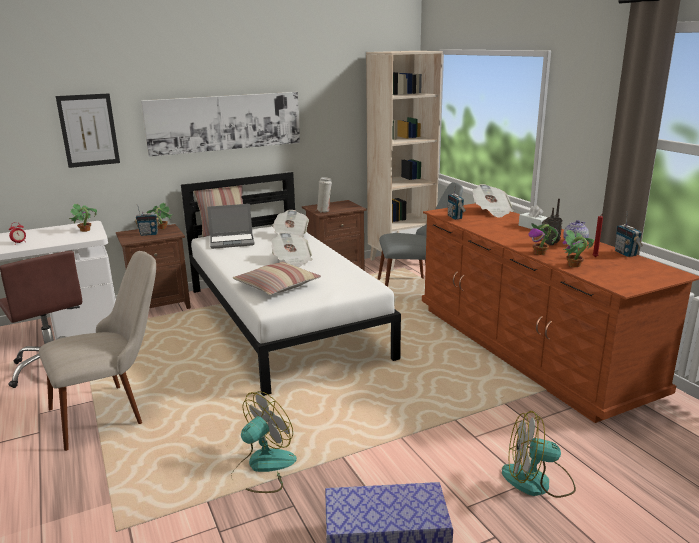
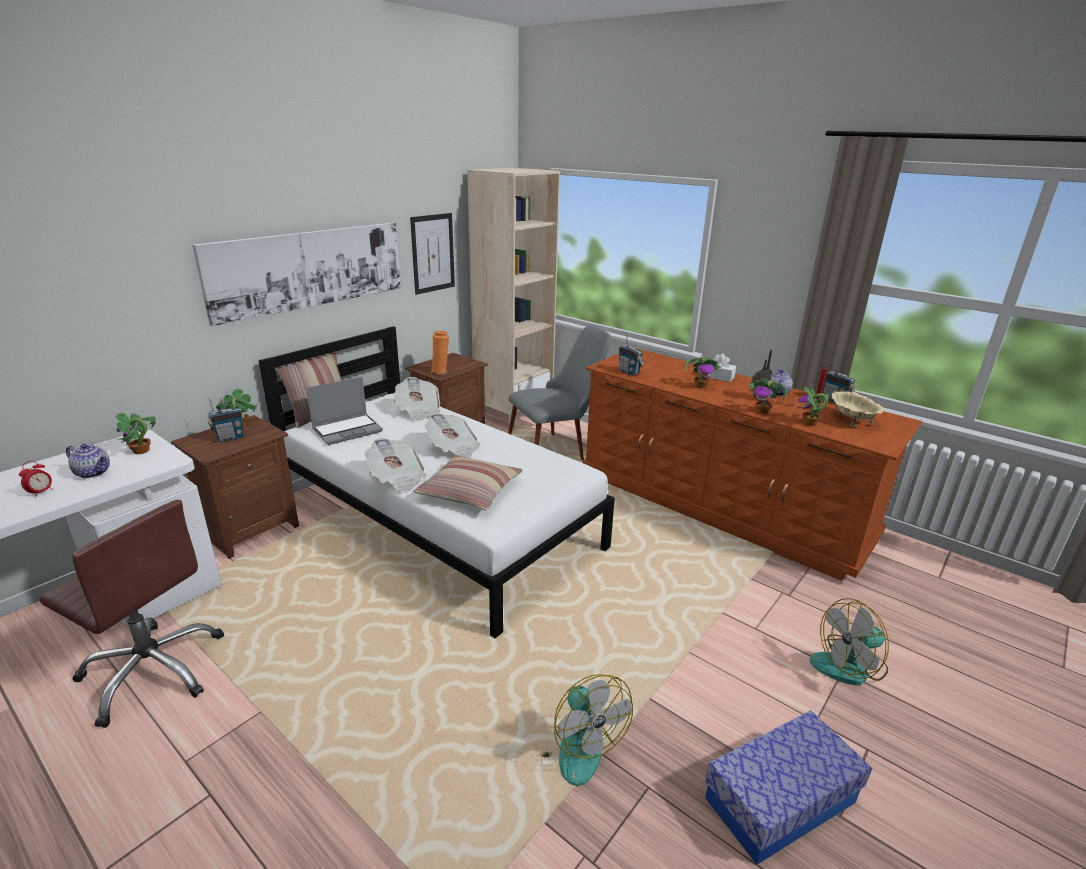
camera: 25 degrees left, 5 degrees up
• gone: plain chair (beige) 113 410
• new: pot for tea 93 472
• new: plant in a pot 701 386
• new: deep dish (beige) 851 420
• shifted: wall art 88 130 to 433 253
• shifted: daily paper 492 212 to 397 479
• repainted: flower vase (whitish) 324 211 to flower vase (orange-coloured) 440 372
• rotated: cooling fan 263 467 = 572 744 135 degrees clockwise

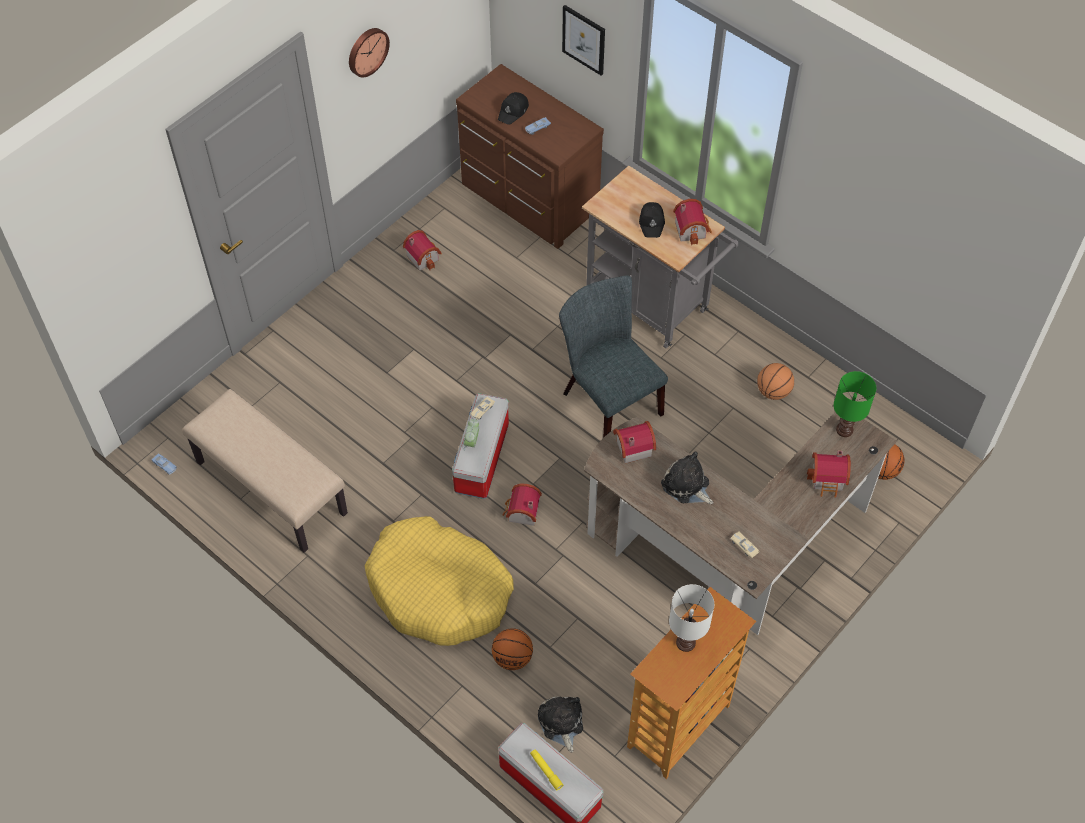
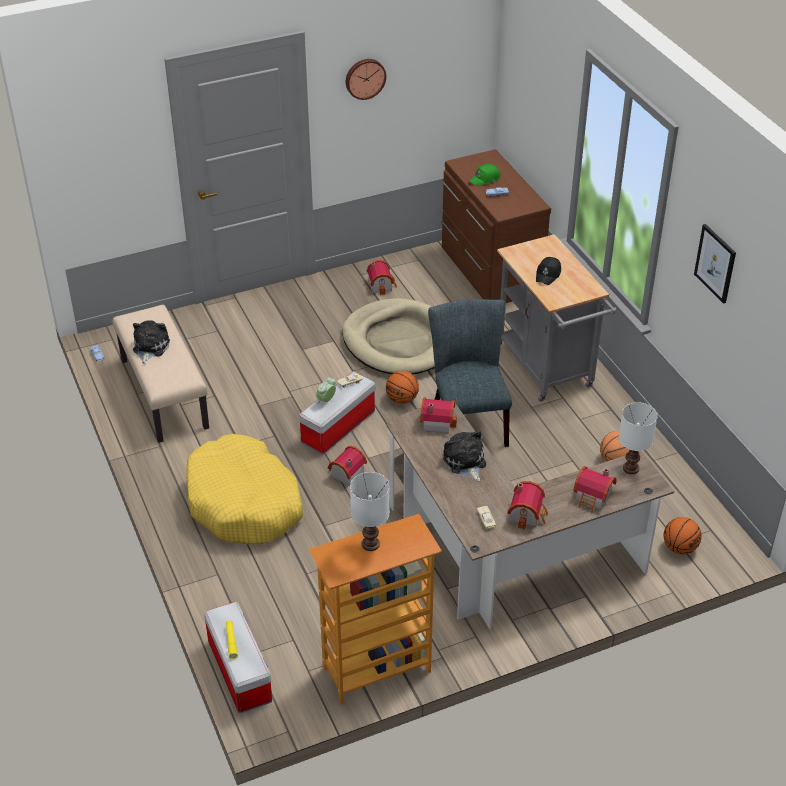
camera: 25 degrees right, 15 degrees down
• new: pet bed (beige) 399 342
• shifted: basketball 512 657 to 402 399
• shifted: soft toy 561 723 to 150 347
• shifted: wall art 584 39 to 715 263
• shifted: model house 692 229 to 527 514
• repainted: peaked cap (black-coloured) 513 111 to peaked cap (greenish) 485 179
• repainted: table lamp (greenish) 844 429 to table lamp (whitish) 630 468

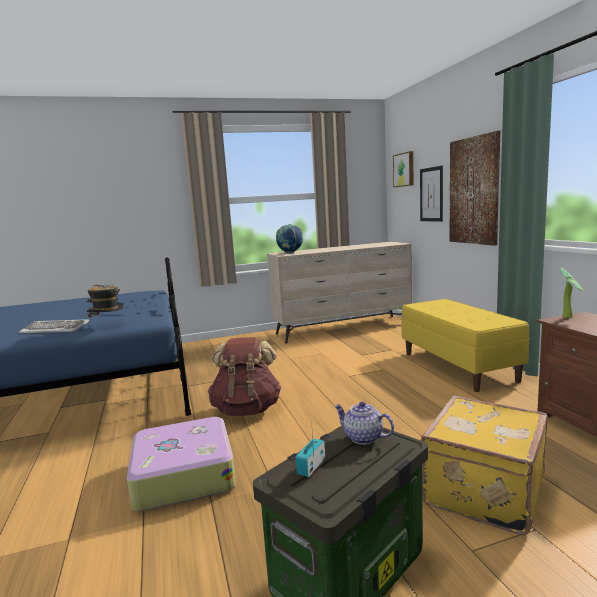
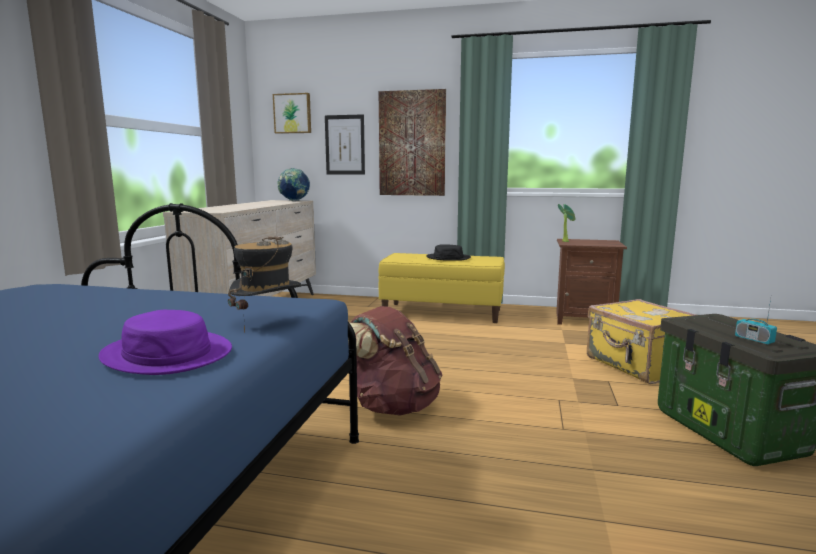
camera: 60 degrees left, 0 degrees up
• gone: piece of luggage 183 474
• gone: pot for tea 362 438
• new: clothing hat (black-coloured) 448 258
• shifted: world globe 290 253 to 294 201
• swapped: computer keyboard 56 329 to clothing hat (purple) 168 354

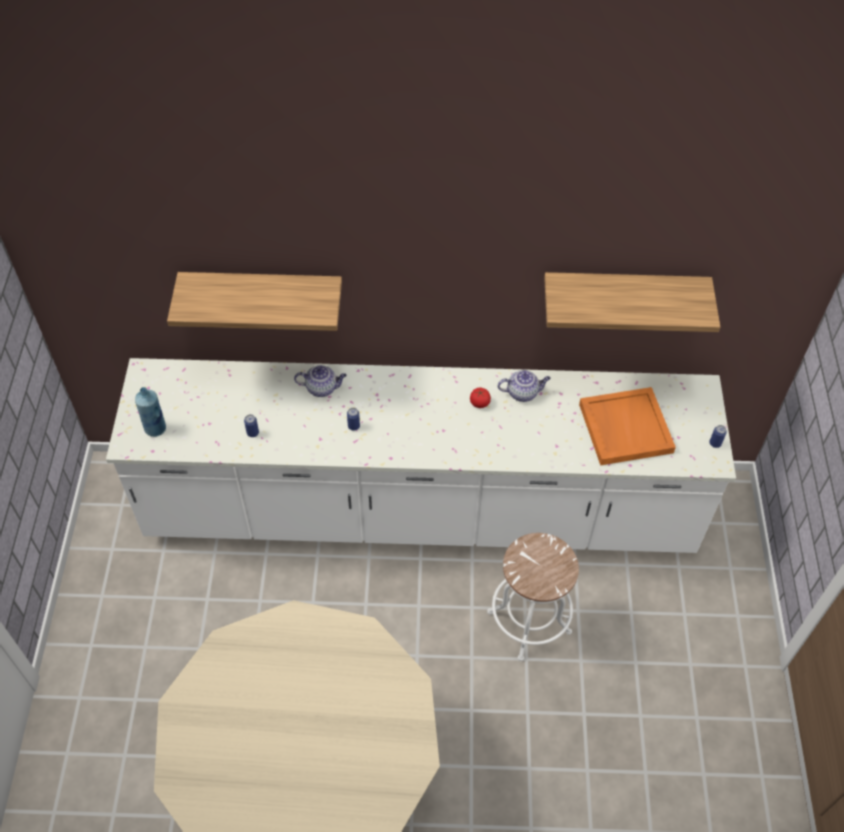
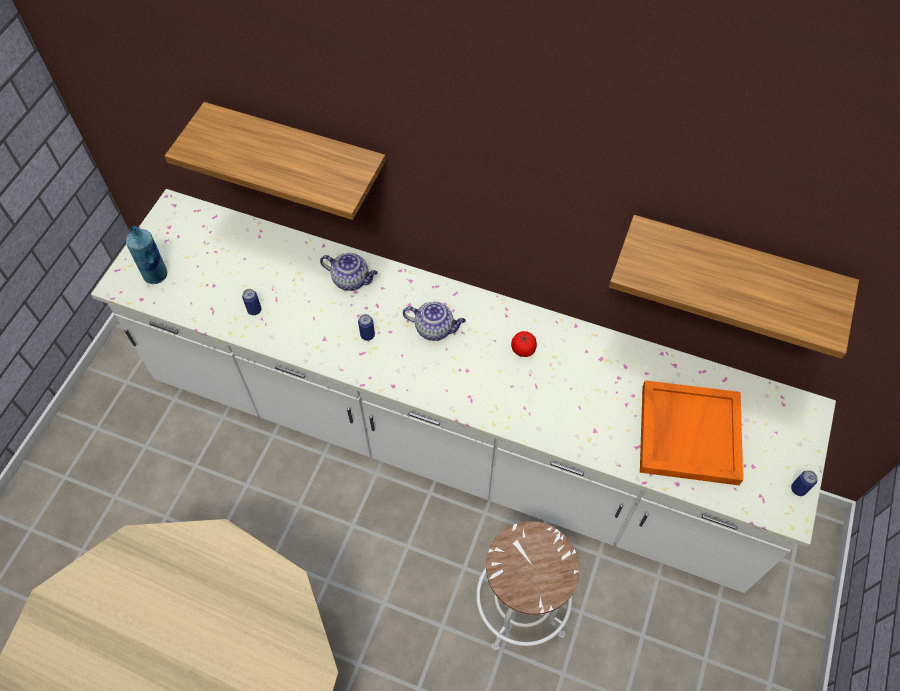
camera: 20 degrees right, 5 degrees up
• shifted: pot for tea 523 393 to 435 328

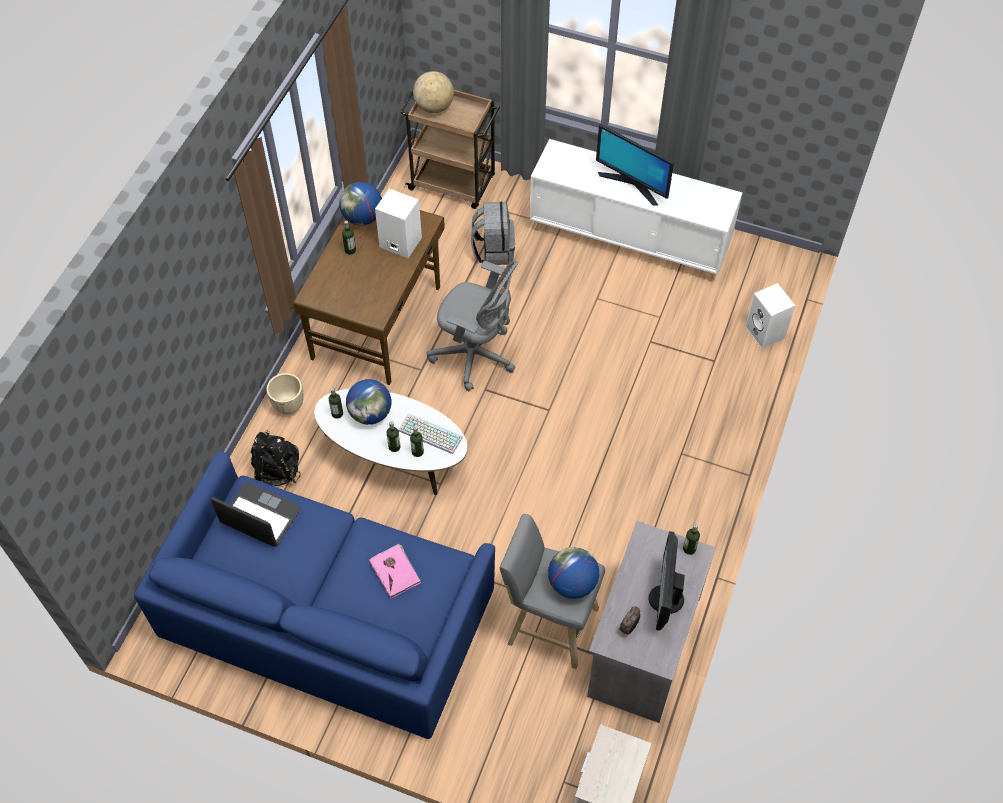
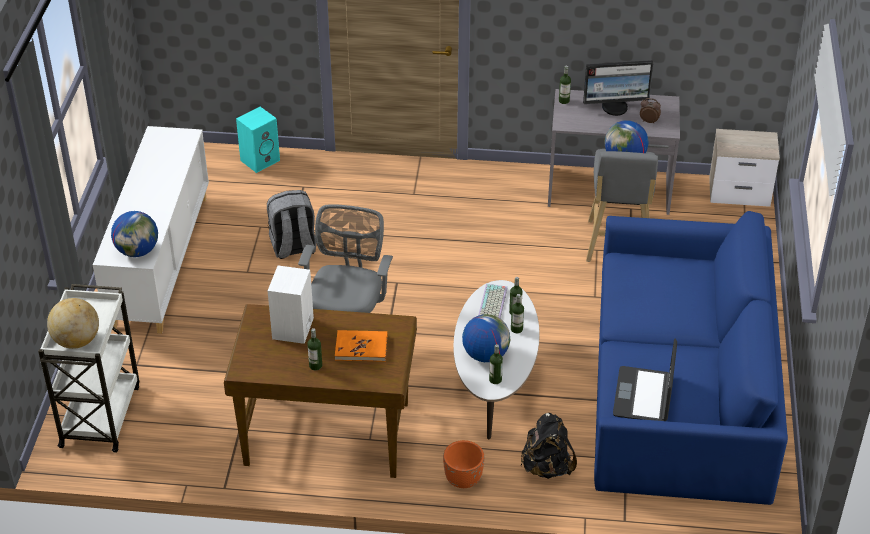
camera: 105 degrees left, 15 degrees down
• gone: book (pink-coloured) 395 571
• gone: monitor 632 184
• new: book (orange-coloured) 361 347
• shifted: world globe 362 218 to 137 251
• shifted: knapsack (gray) 493 250 to 293 247
• repainted: flower pot (beige) 288 405 to flower pot (orange-coloured) 463 480
• repainted: cart (brown-coloured) 453 183 to cart (whitish) 101 414
• repainted: speaker (whitish) 766 332 to speaker (blue-green) 260 159

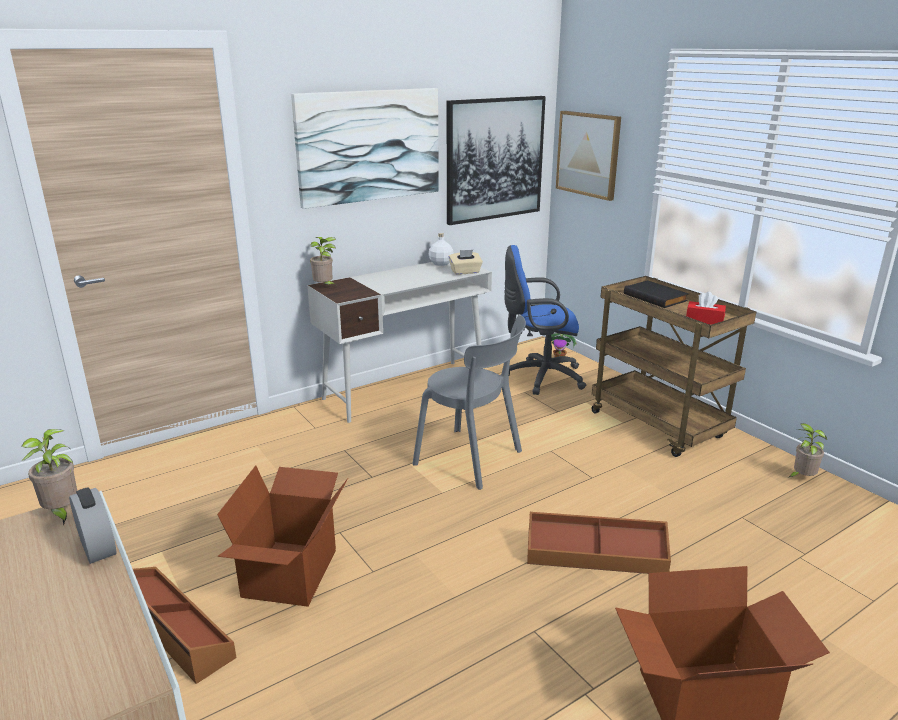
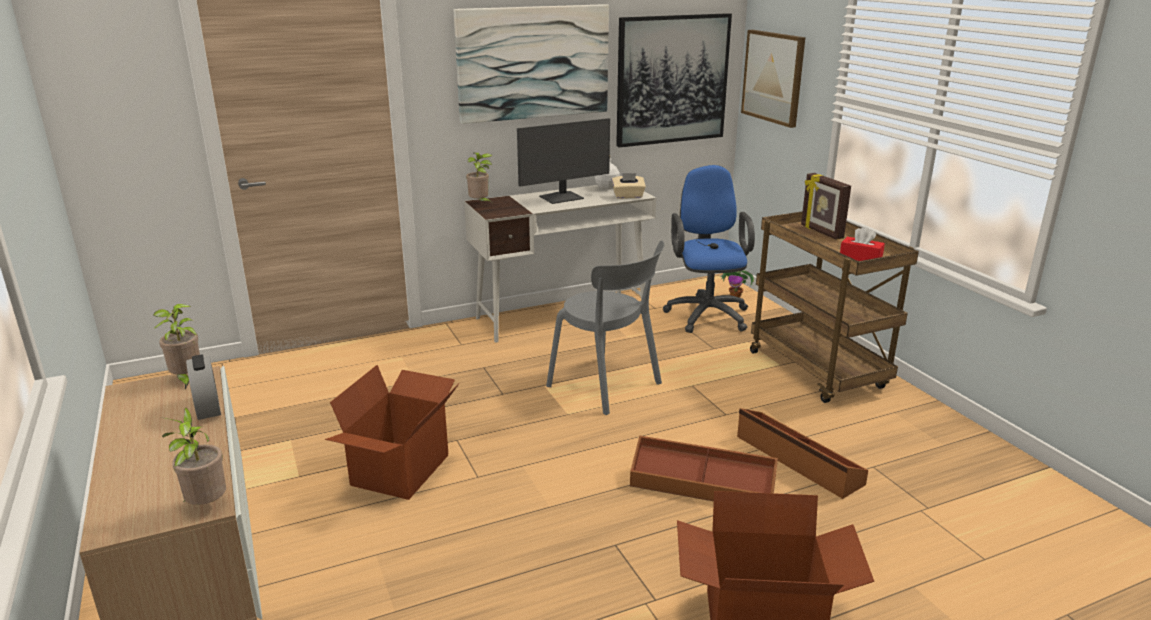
camera: 10 degrees right, 0 degrees up
• new: monitor 562 198
• shifted: storage bin (brown-coloured) 173 629 to 797 460
• shifted: plant in a pot 801 478 to 205 506
• swapped: book (black-coloured) 656 297 to standing frame 821 232
• rotated: desk chair (bluish) 540 377 = 706 314 75 degrees clockwise

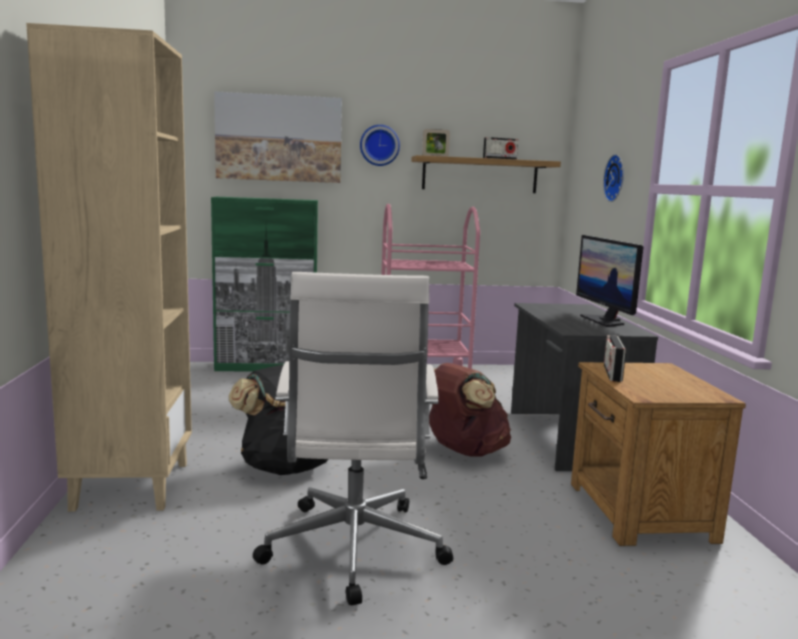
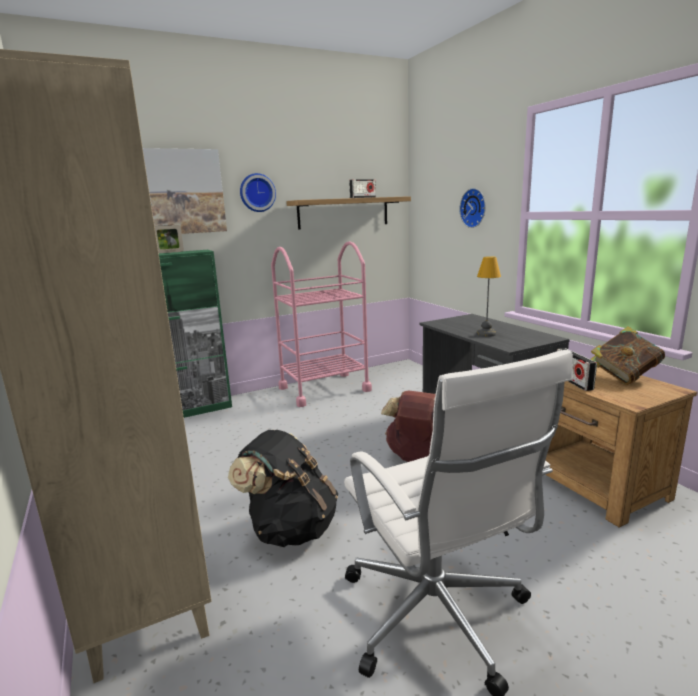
camera: 20 degrees left, 5 degrees up
• gone: monitor 605 321
• new: table lamp 486 334
• new: book 624 376
• shifted: standing frame 435 156 to 170 252

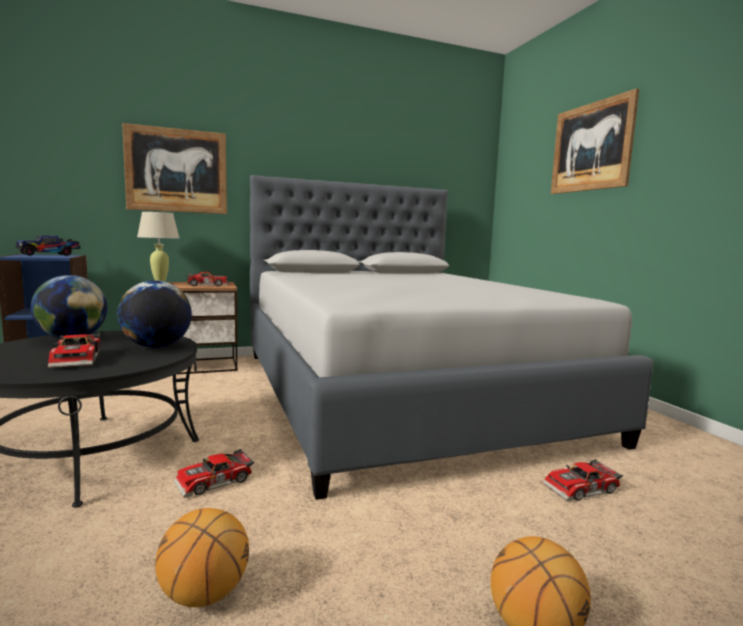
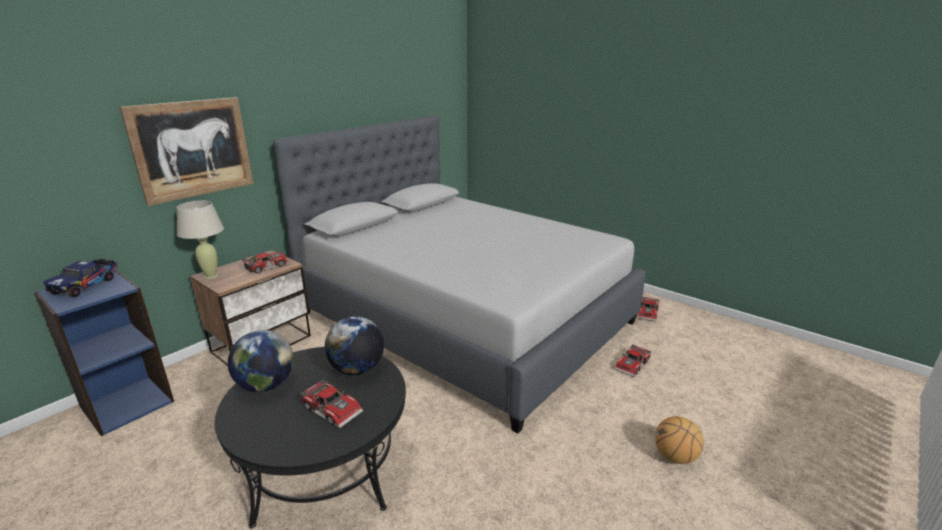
camera: 30 degrees left, 15 degrees up
• gone: basketball 204 595
• gone: wall art 591 147
• shifted: model car 215 482 to 649 313

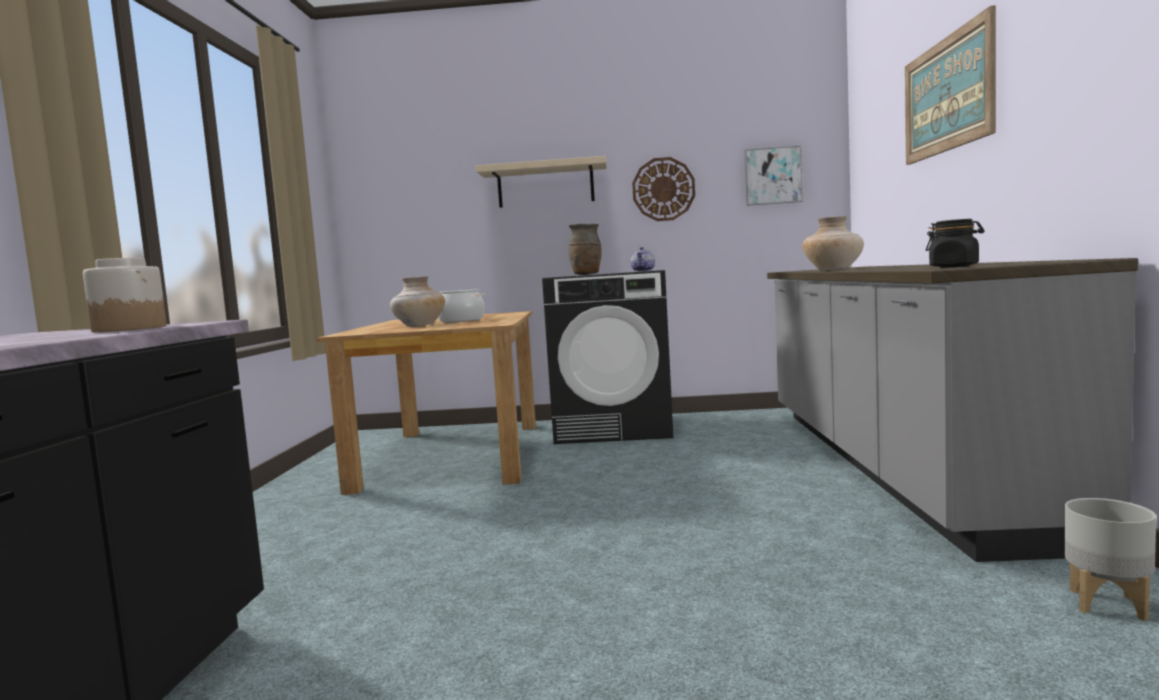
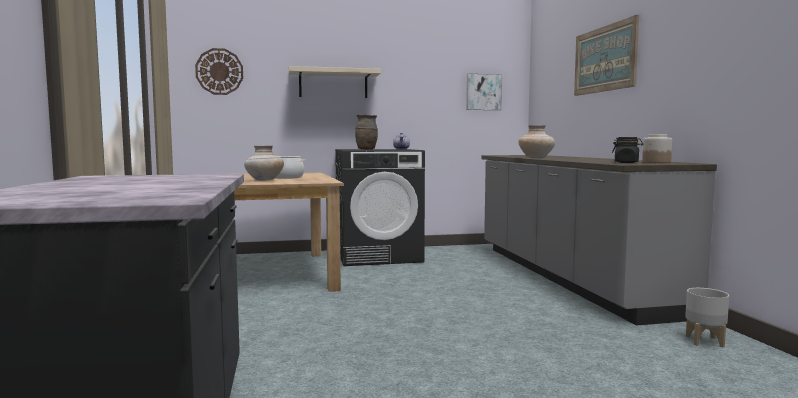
camera: 15 degrees left, 0 degrees up
• shifted: jar 130 329 to 656 162
• shifted: clock on the wall 663 189 to 219 71

